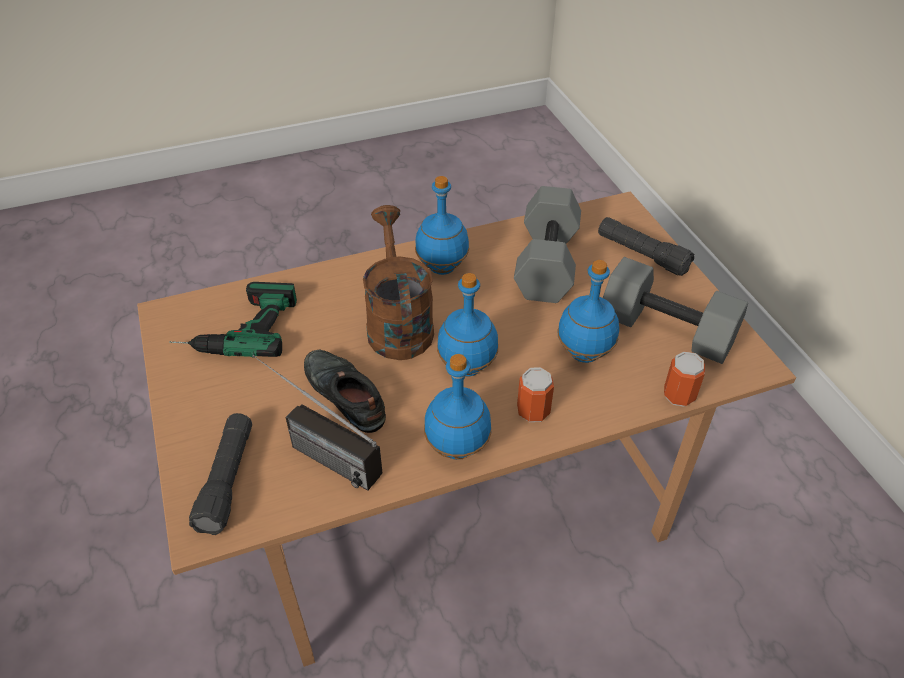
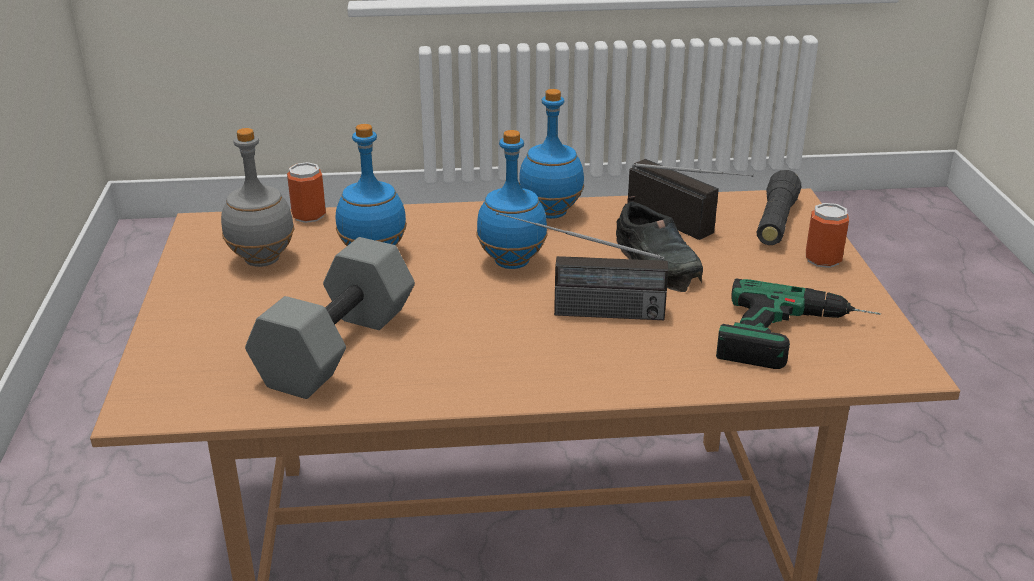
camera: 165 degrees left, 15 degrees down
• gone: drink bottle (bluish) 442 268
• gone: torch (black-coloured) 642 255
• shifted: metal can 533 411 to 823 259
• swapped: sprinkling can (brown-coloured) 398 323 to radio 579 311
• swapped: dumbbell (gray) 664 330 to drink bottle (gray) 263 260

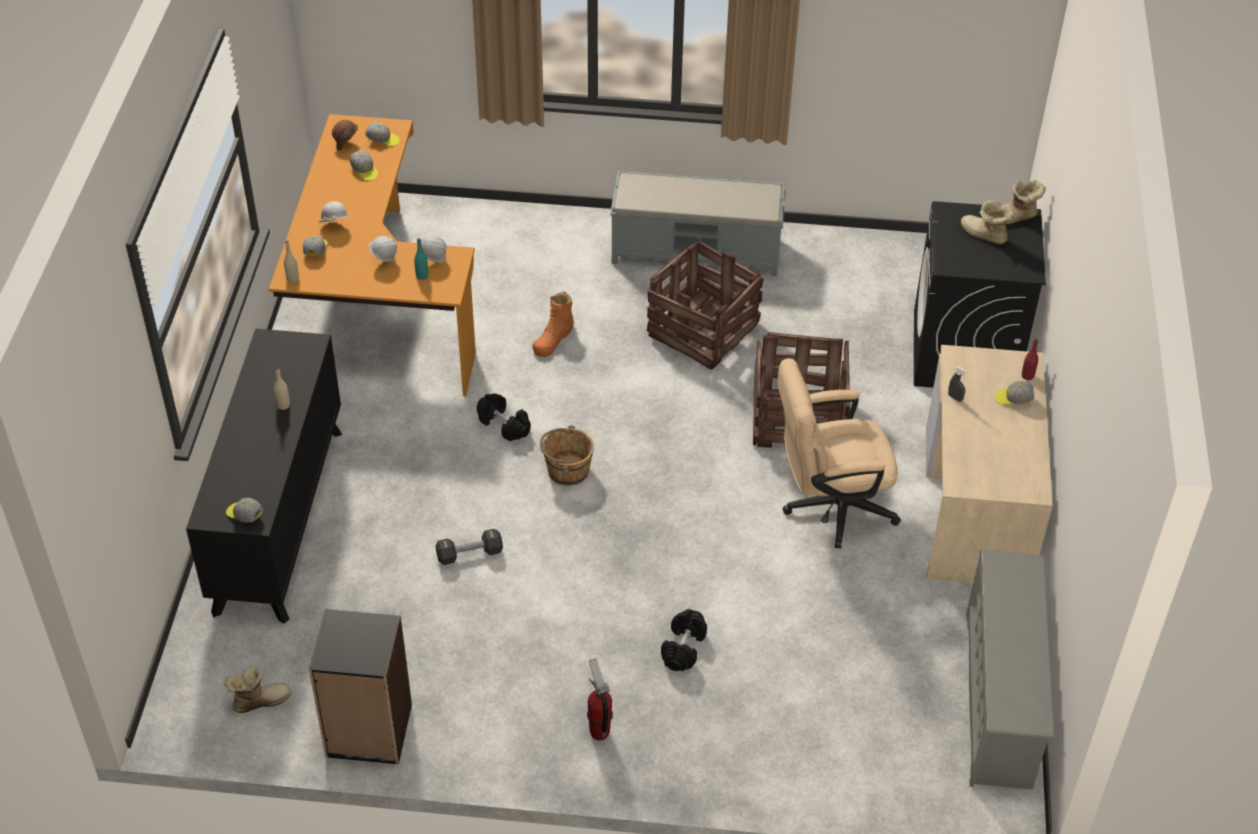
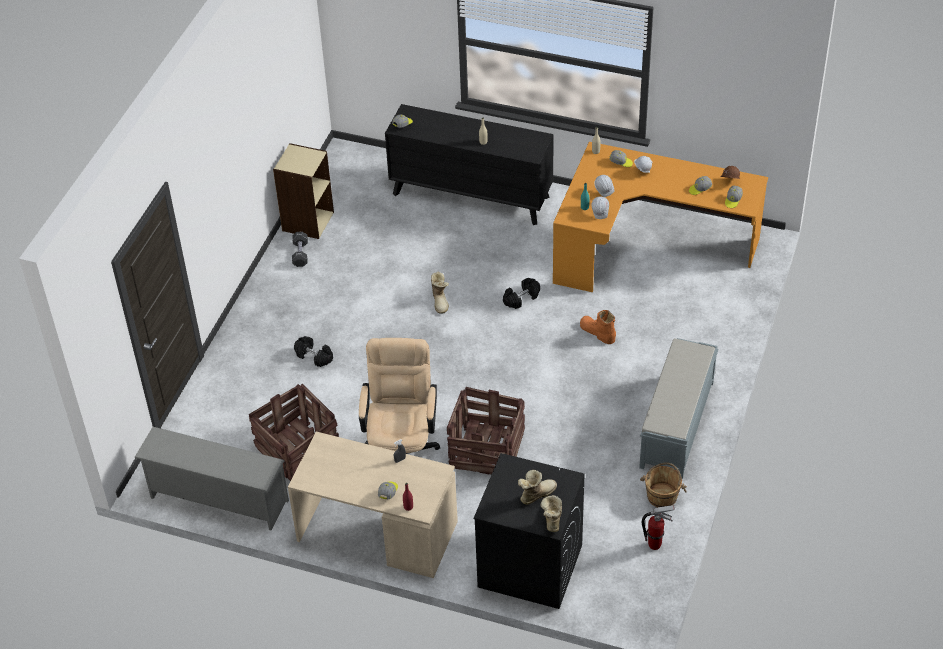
camera: 105 degrees right, 0 degrees up
• shifted: high-top boot 259 700 to 440 301
• shifted: dumbbell (black-coloured) 469 554 to 300 254
• shifted: pail (brown-coloured) 567 470 to 662 495
• shifted: extinguisher 599 732 to 655 545
• shifted: shipping crate 702 331 to 297 449
• repainted: bookshelf (black-coloured) 368 731 to bookshelf (beige) 307 221

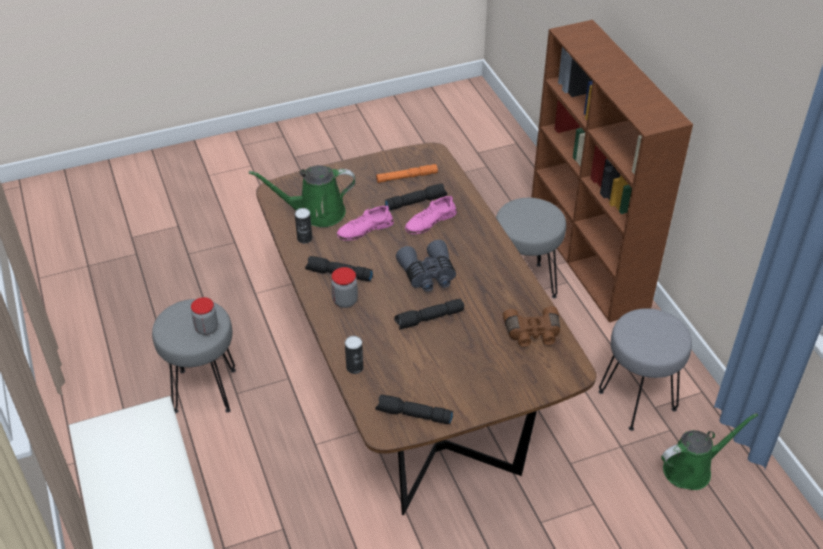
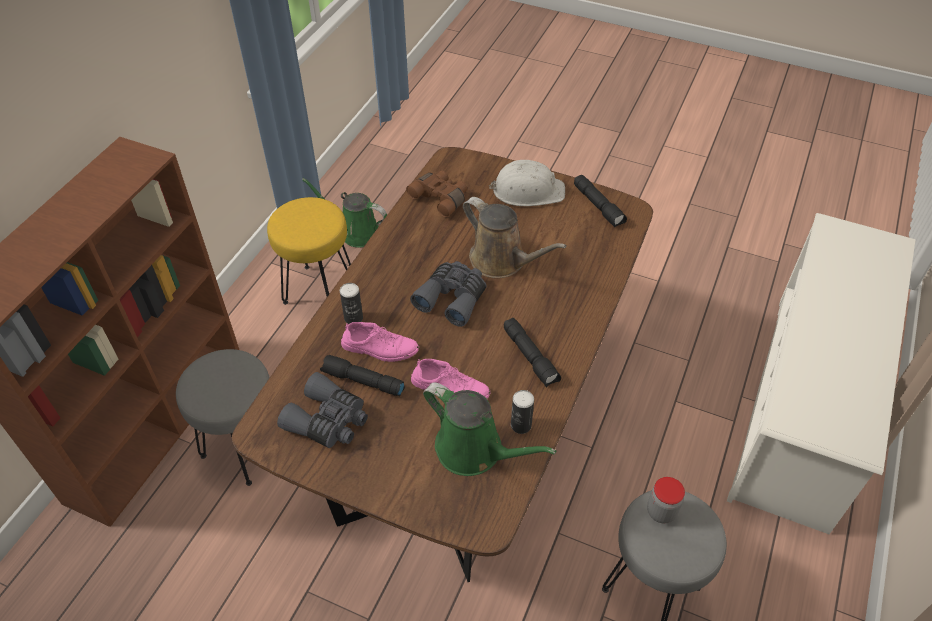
camera: 135 degrees left, 5 degrees up
• gone: jar 345 301
• new: work helmet (whitish) 527 190
• shifted: metal can 354 367 to 353 318
• swapped: torch (orange-coloured) 407 177 to field glasses (gray) 328 421
• swapped: torch (black-coloured) 429 319 to sprinkling can (brown-coloured) 502 261
• repainted: stool seat (gray) 638 400 to stool seat (yellow-coloured) 319 289

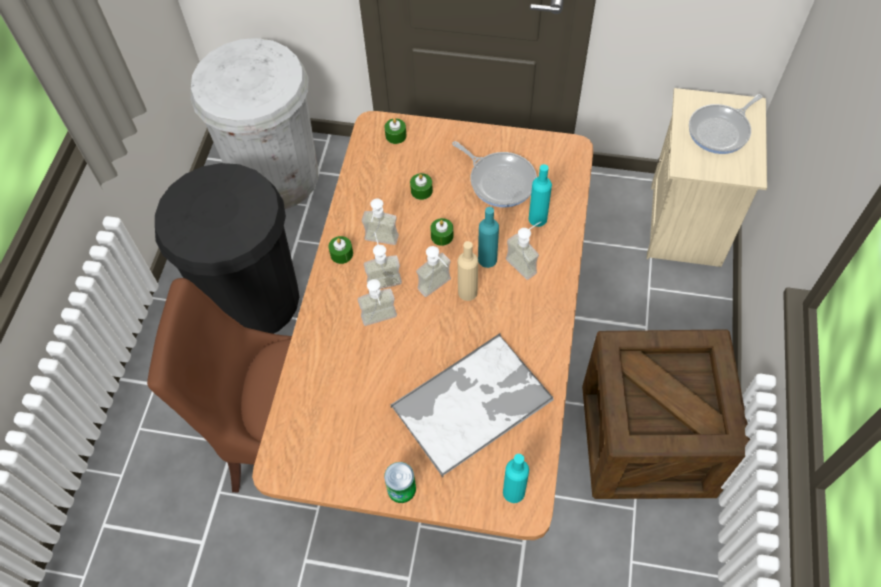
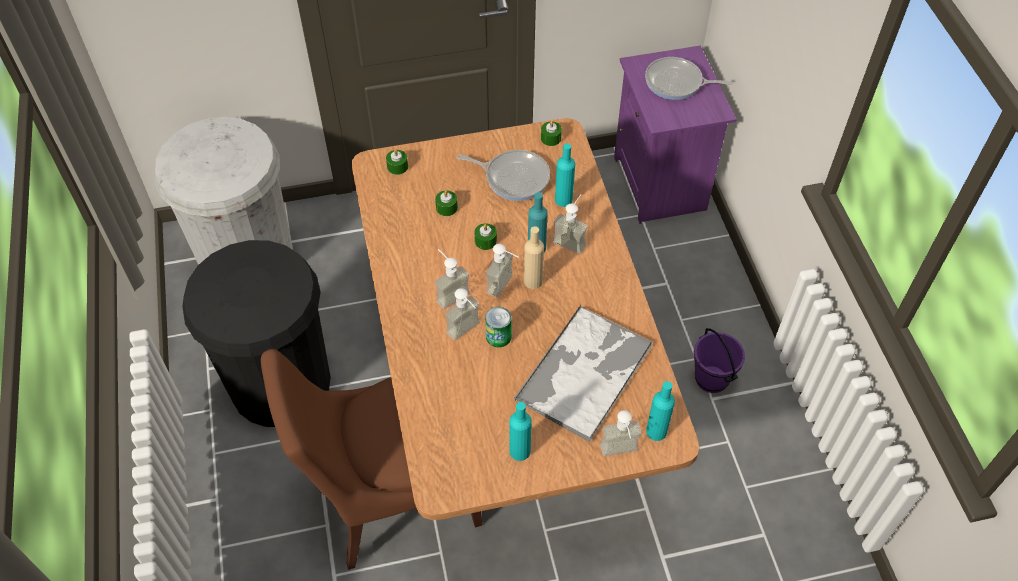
camera: 25 degrees left, 5 degrees down
• new: drink bottle (blue-green) 520 451
• shifted: wax light (greenish) 341 254 to 550 138
• shifted: liquid soap bottle 380 243 to 620 454
• shifted: metal can 401 489 to 498 336
• swapped: shipping crate 647 440 to pail (purple) 712 379
• repainted: night table (beige) 687 225 to night table (purple) 661 183
• rotated: frying pan 721 131 = 676 83 75 degrees clockwise

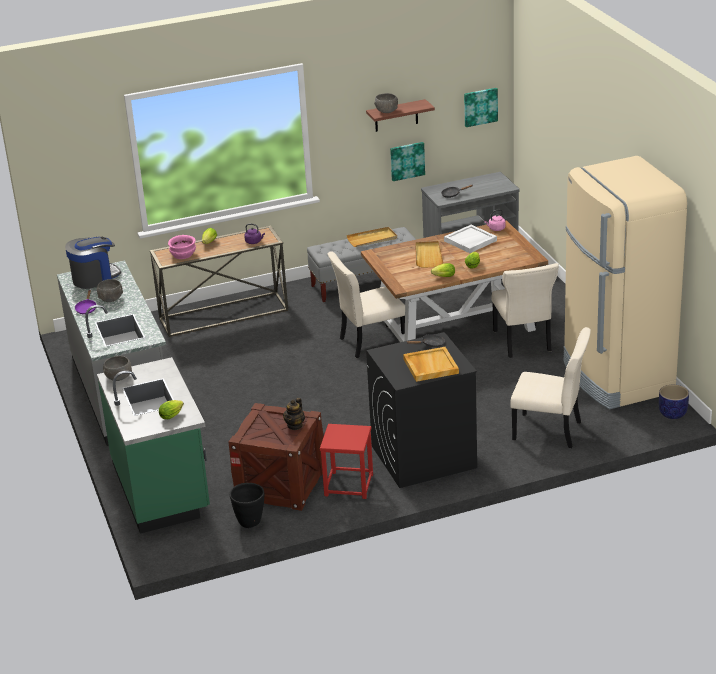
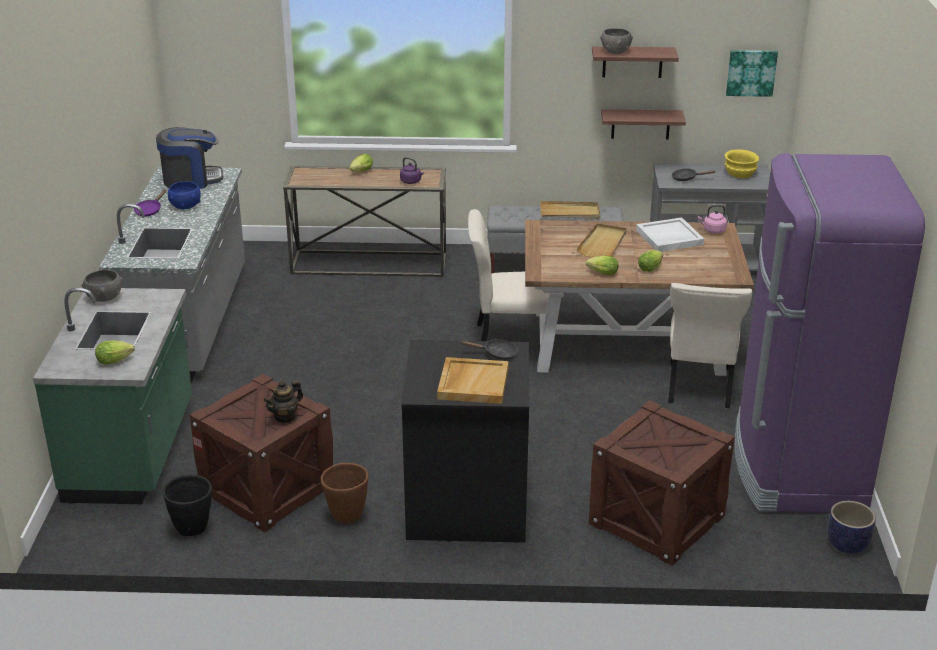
camera: 20 degrees right, 0 degrees up
• gone: deep dish (pink-coloured) 183 255
• new: deep dish (yellow-coloured) 739 173
• swapped: stool seat (red-coloured) 348 485 to flower pot (brown-coloured) 346 516
• swapped: wall art 407 160 to wall shelf 640 124
• swapped: plain chair (beige) 550 431 to shipping crate 657 519
• repainted: deep dish (gray) 111 299 to deep dish (bluish) 185 206
• repainted: refrigerator (beige) 616 378 to refrigerator (purple) 796 469

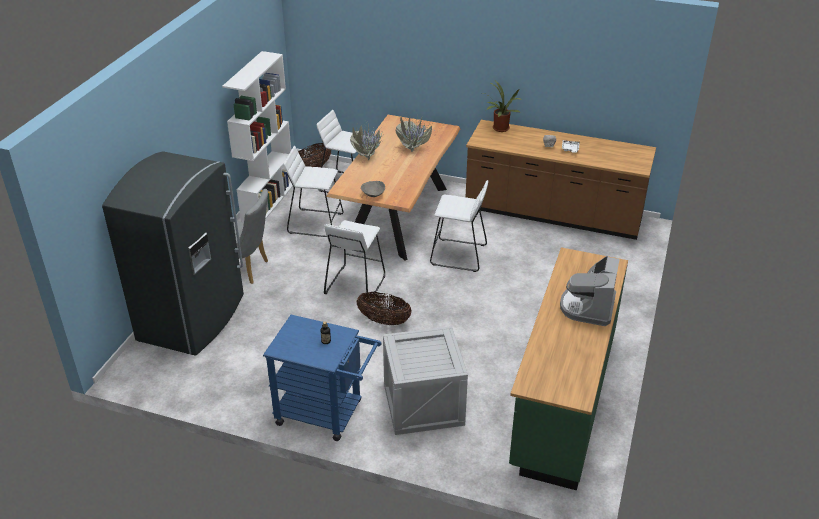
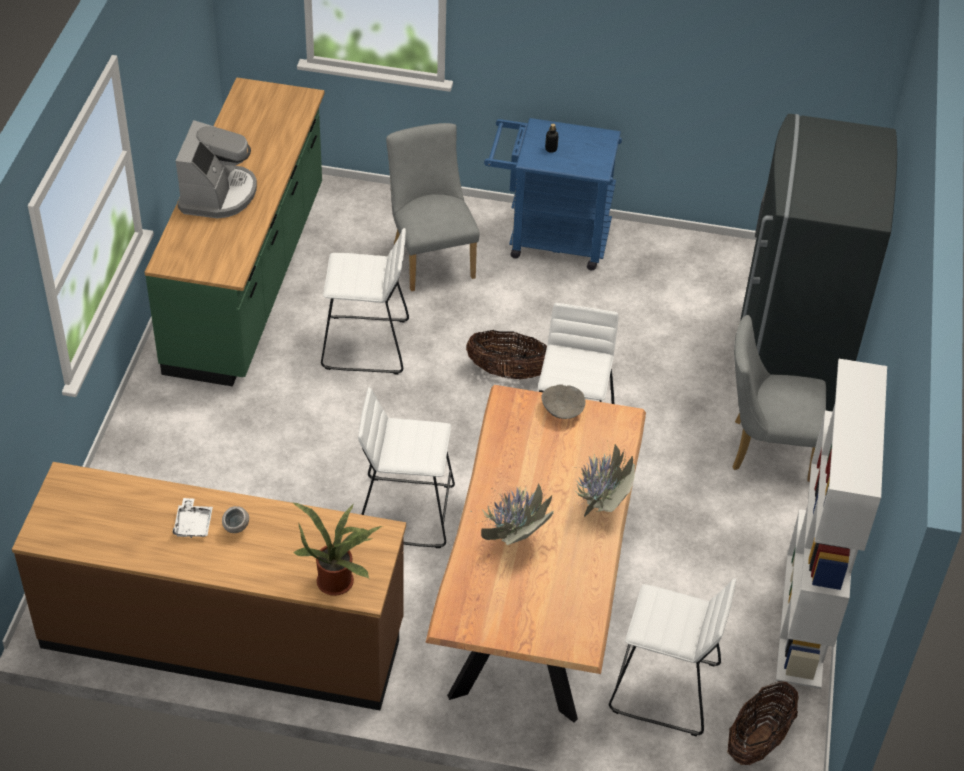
camera: 170 degrees right, 10 degrees up
• shifted: stool seat (whitish) 315 223 to 365 345
• swapped: shipping crate 422 405 to plain chair (gray) 431 257

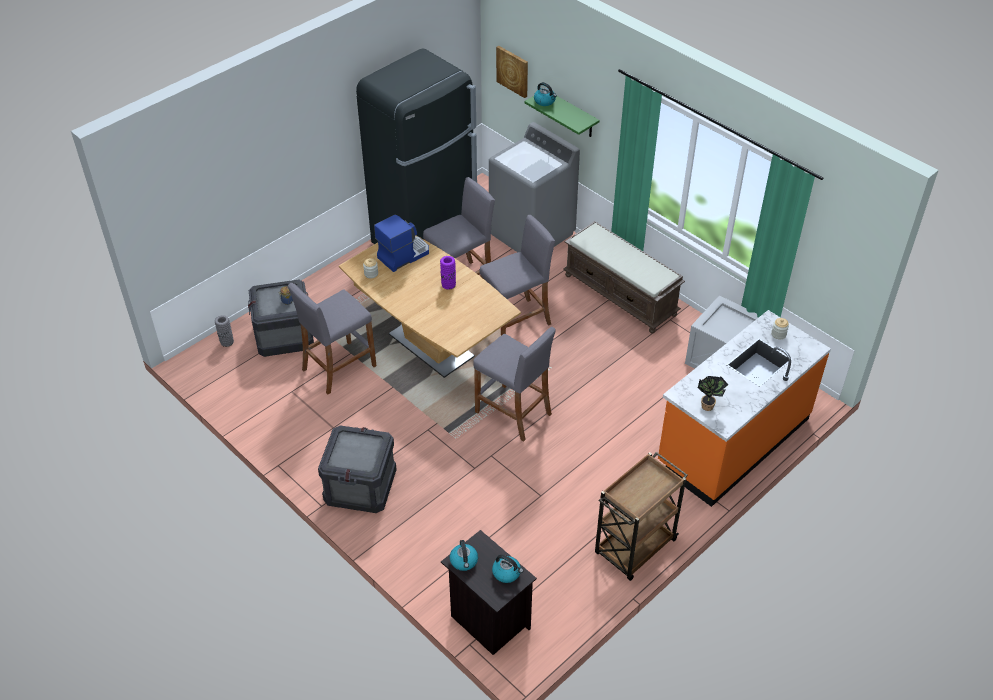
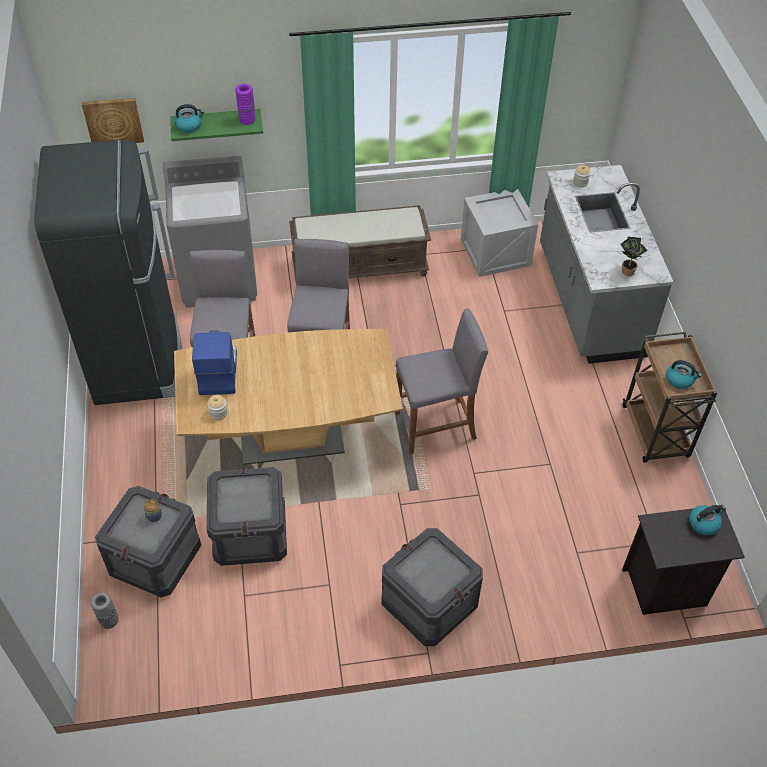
camera: 55 degrees left, 5 degrees up
• shifted: flower vase (purple) 448 284 to 247 120
• shifted: kettle 464 561 to 680 380
• swapped: stool seat (gray) 338 368 to shipping crate 249 534
• repainted: kitchen counter (orange-coloured) 732 441 to kitchen counter (gray) 588 301

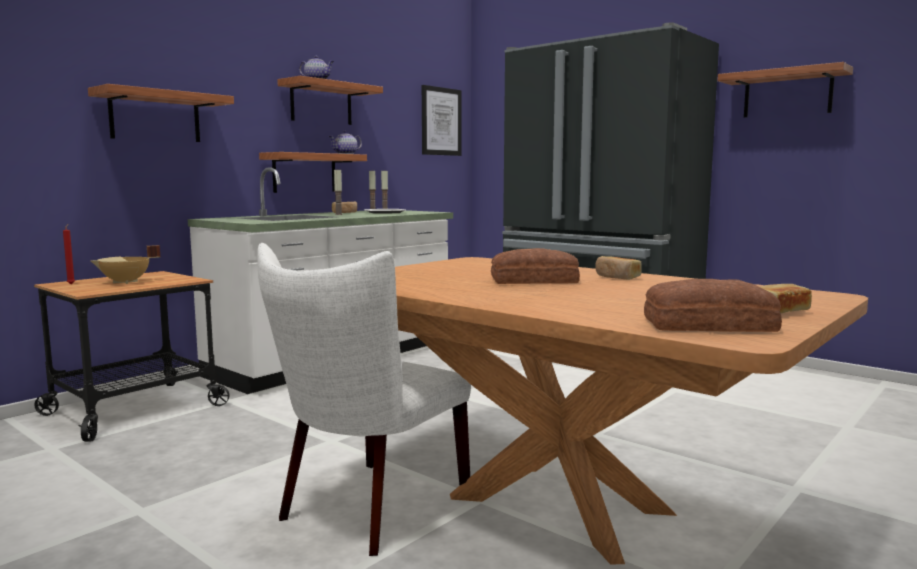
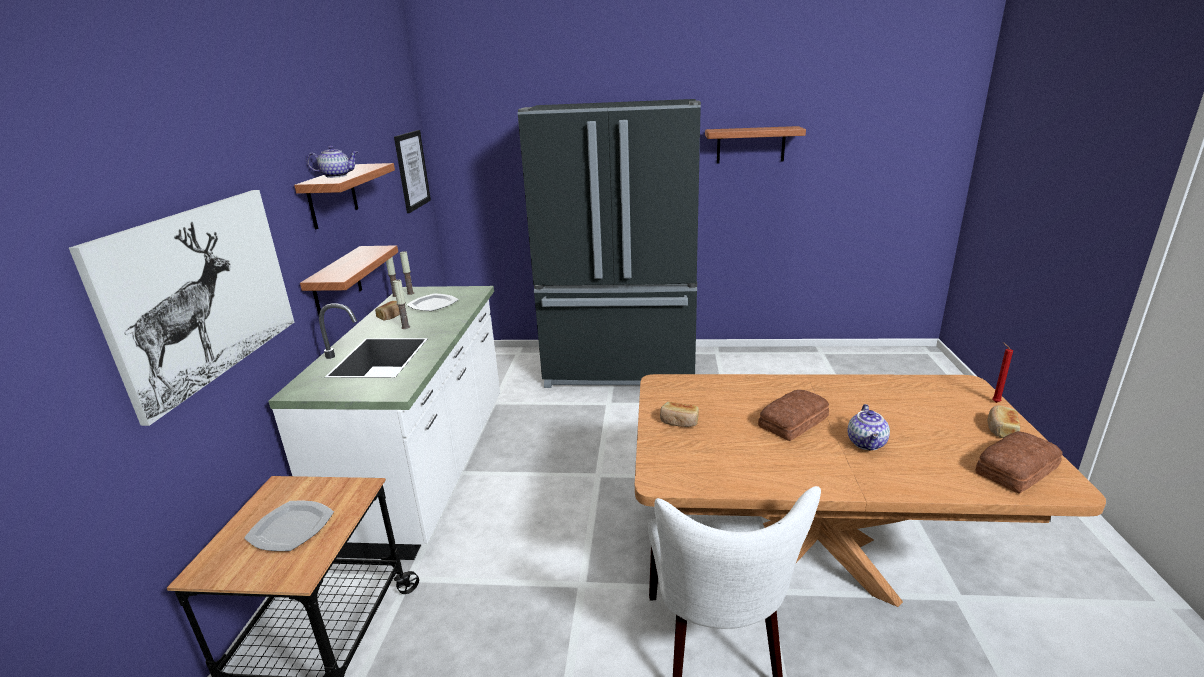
camera: 35 degrees left, 15 degrees up
• shifted: wax light (red-coloured) 71 284 to 994 402
• shifted: pot for tea 345 154 to 867 443
• shifted: bread 617 277 to 679 422
• swapped: wall shelf 155 117 to wall art 203 293
• swapped: cooking pot (beige) 126 282 to flat dish 292 527

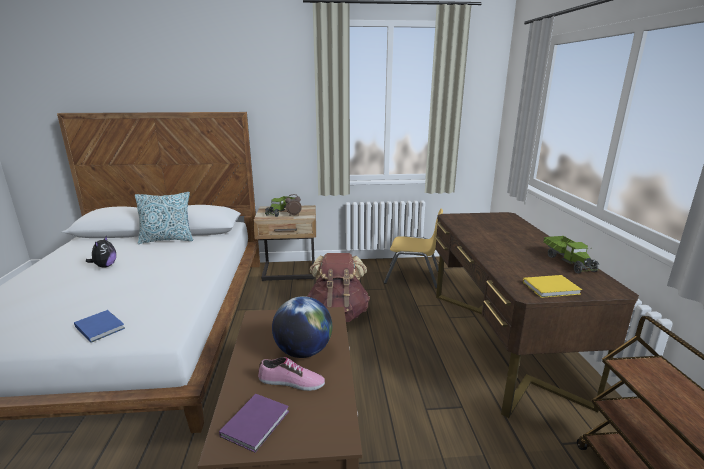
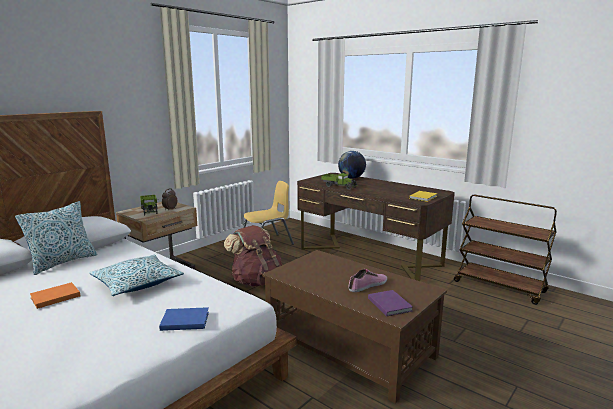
camera: 45 degrees left, 5 degrees down
• new: throw pillow 137 283
• shifted: world globe 303 351 to 351 178
• shifted: model truck 568 261 to 339 186
• swapped: soft toy 105 266 to book (orange-coloured) 54 297

